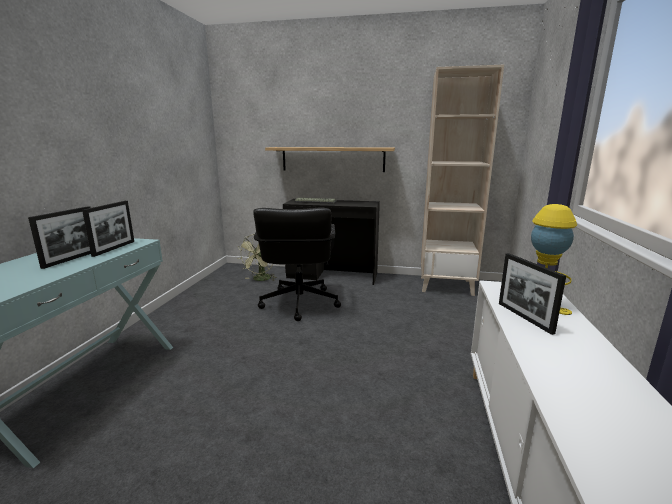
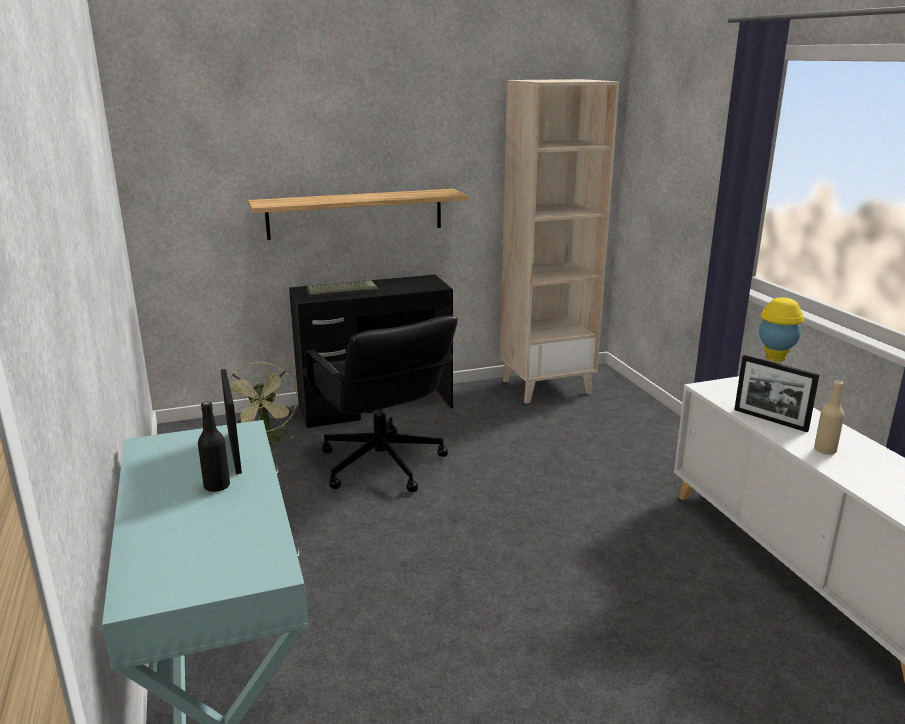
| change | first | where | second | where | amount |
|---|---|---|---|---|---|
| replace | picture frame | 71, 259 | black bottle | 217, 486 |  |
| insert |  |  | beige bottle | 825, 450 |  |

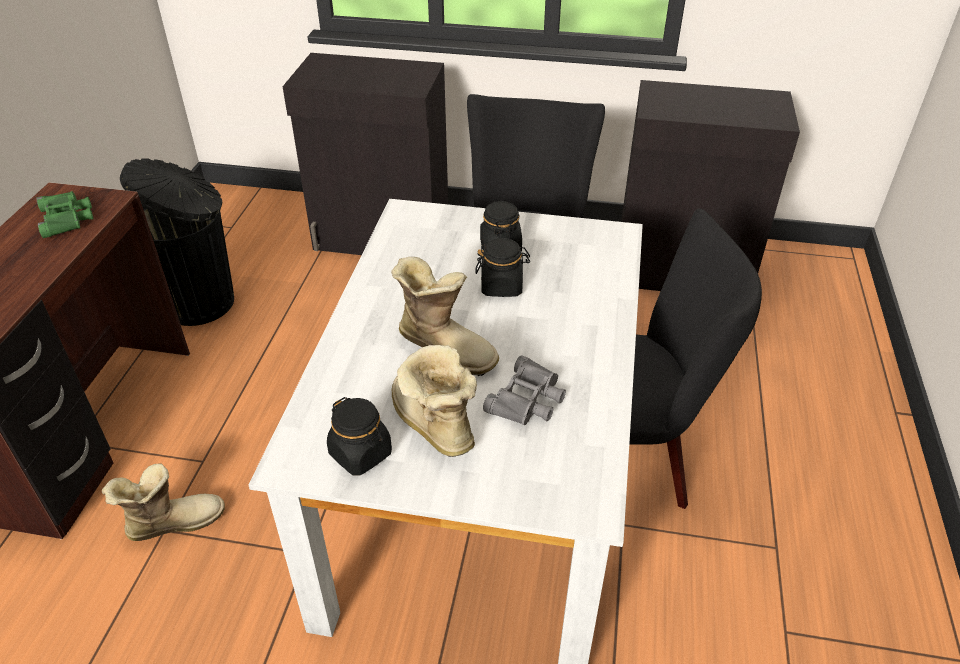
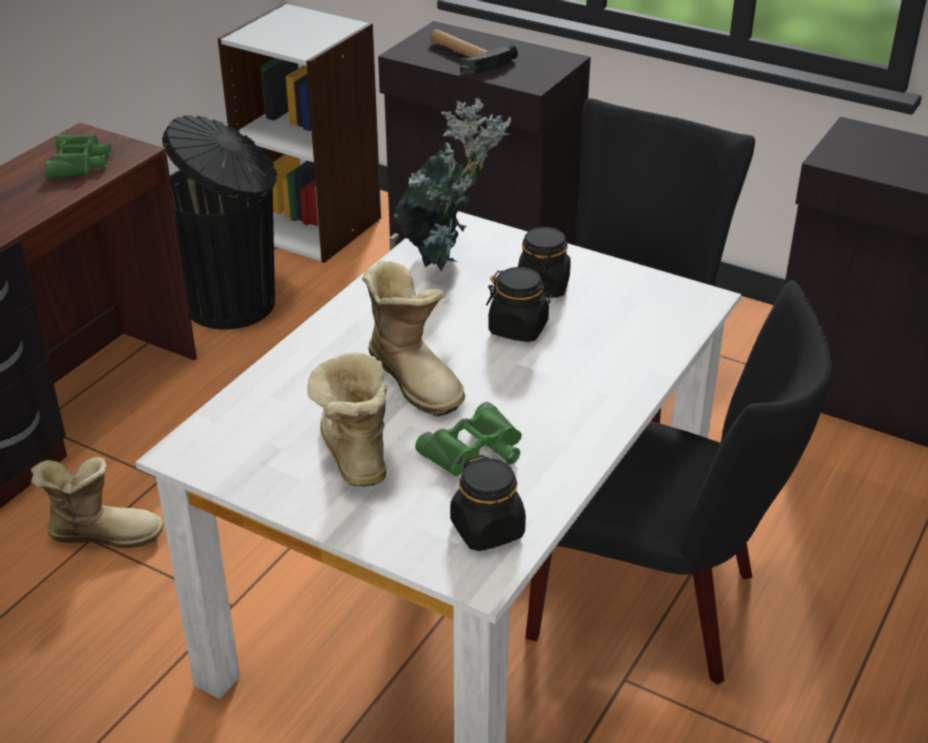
| change | first | where | second | where | amount |
|---|---|---|---|---|---|
| recolor | grey binoculars | 527, 399 | green binoculars | 475, 452 |  |
| move | black jar | 361, 454 |  | 487, 530 |  |
| insert |  |  | white bookcase | 312, 226 |  |
| insert |  |  | hammer | 464, 55 |  |
| insert |  |  | potted plant | 445, 260 |  |

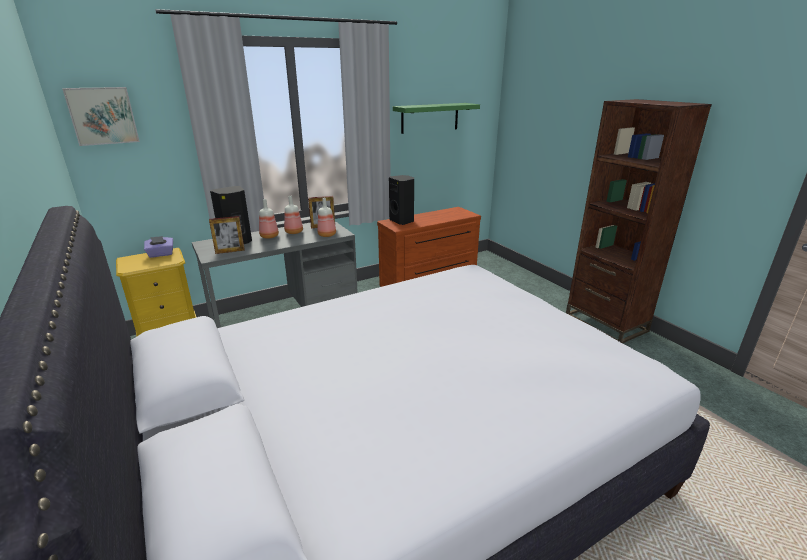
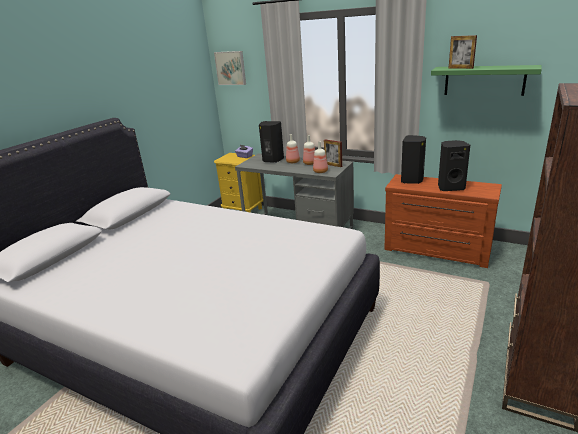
| change | first | where | second | where | amount |
|---|---|---|---|---|---|
| move | picture frame | 230, 251 |  | 460, 68 |  |
| insert |  |  | black speaker | 450, 187 |  |

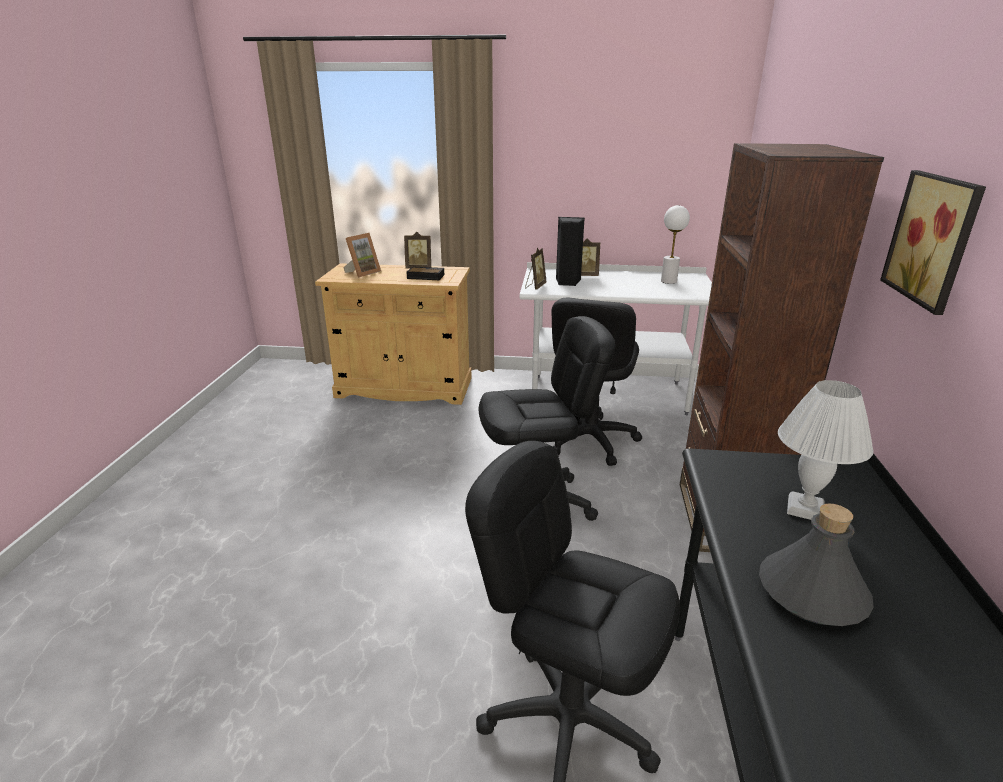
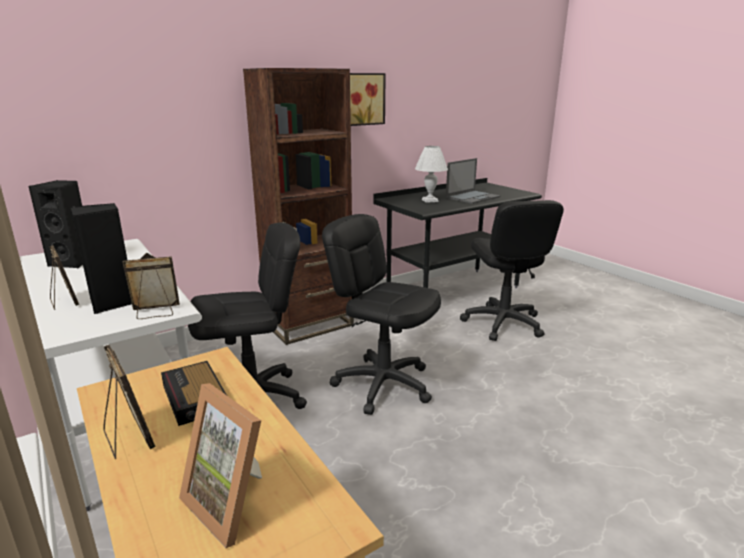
| change | first | where | second | where | amount |
|---|---|---|---|---|---|
| replace | white table lamp | 668, 281 | black speaker | 73, 262 |  |
| rotate | picture frame | 362, 273 |  | 234, 502 | 135 degrees counterclockwise |
| replace | grey bottle | 812, 594 | laptop | 473, 197 |  |

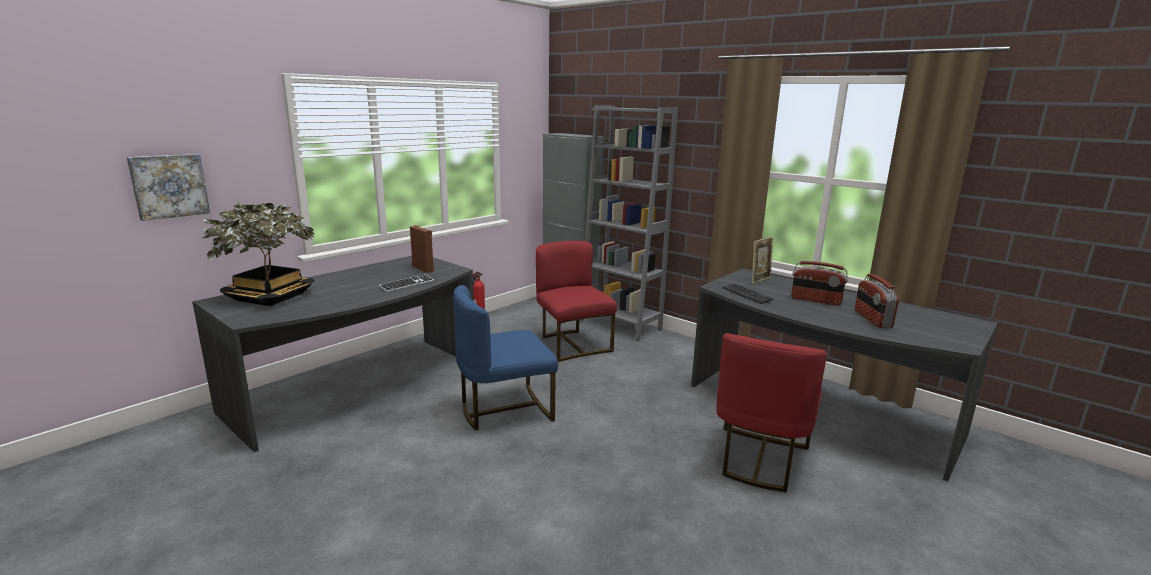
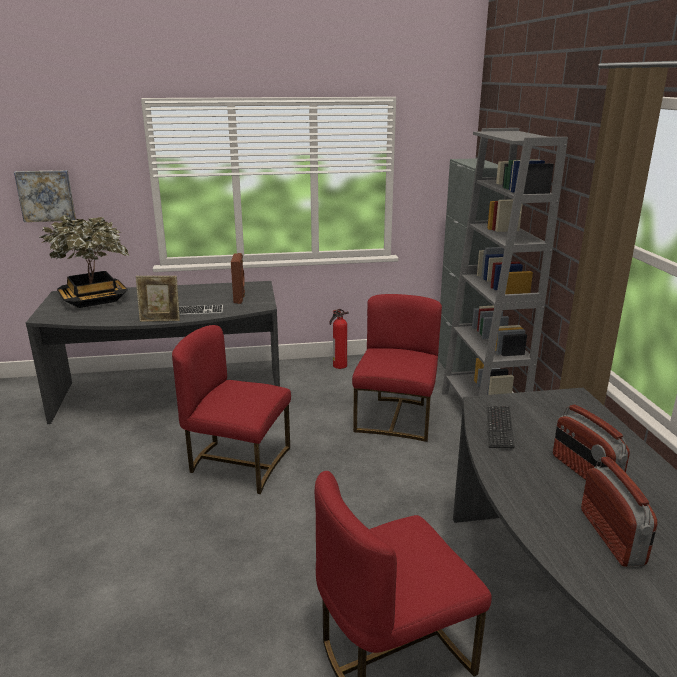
| change | first | where | second | where | amount |
|---|---|---|---|---|---|
| move | picture frame | 760, 280 |  | 160, 320 |  |
| rotate | radio | 872, 319 |  | 612, 536 | 135 degrees clockwise |
| recolor | blue chair | 505, 409 | red chair | 238, 463 |  |

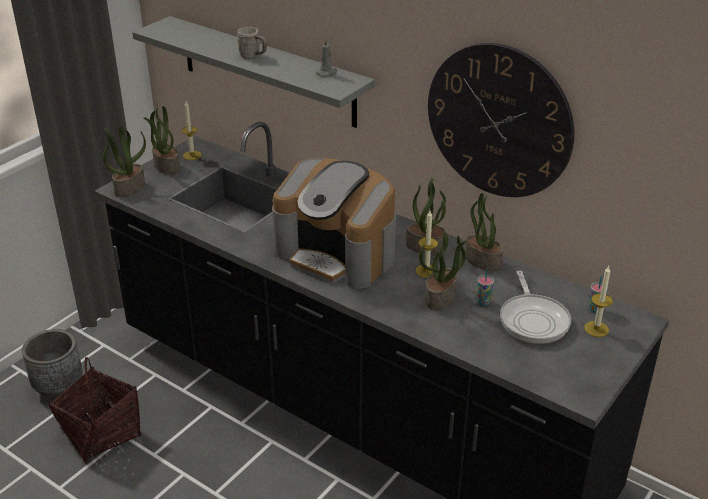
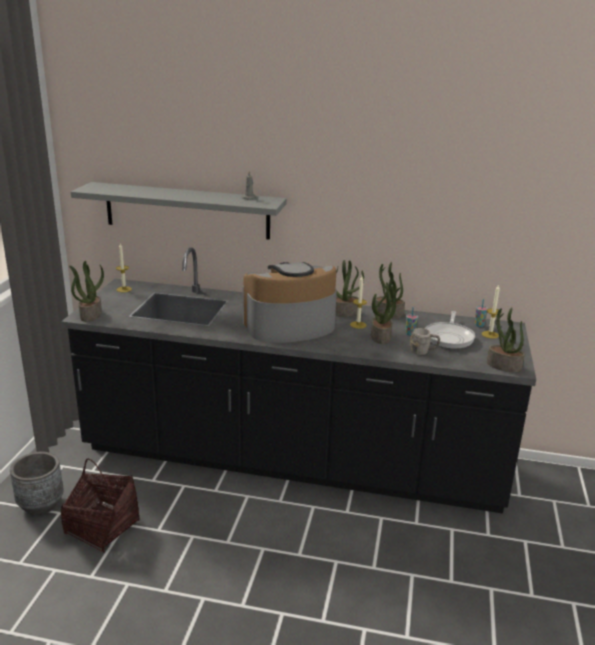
| change | first | where | second | where | amount |
|---|---|---|---|---|---|
| move | grey mug | 253, 56 |  | 423, 352 |  |
| delete | wall clock | 499, 121 |  |  |  |
| move | potted plant | 166, 166 |  | 503, 366 |  |
| rotate | coffee machine | 337, 254 |  | 289, 326 | 150 degrees clockwise |
| rotate | frying pan | 533, 320 |  | 449, 337 | 45 degrees clockwise |

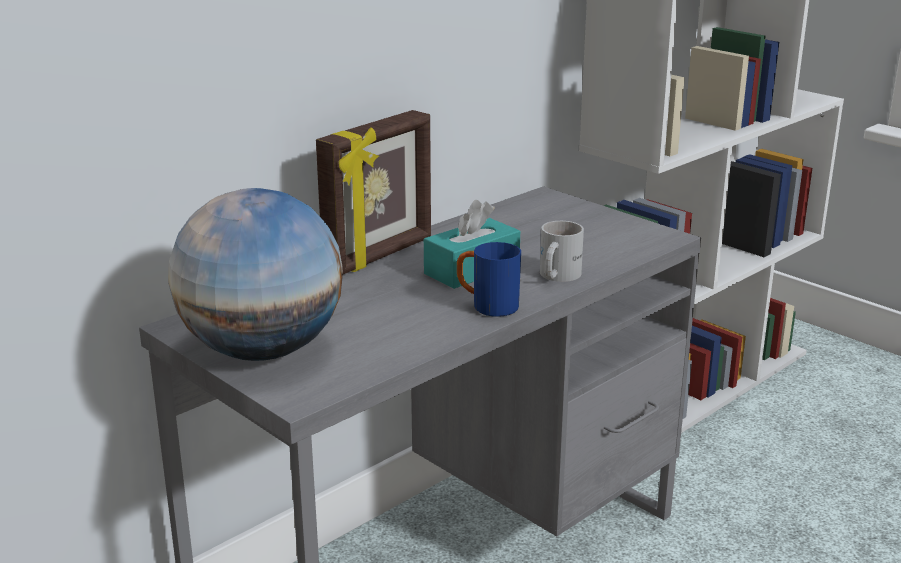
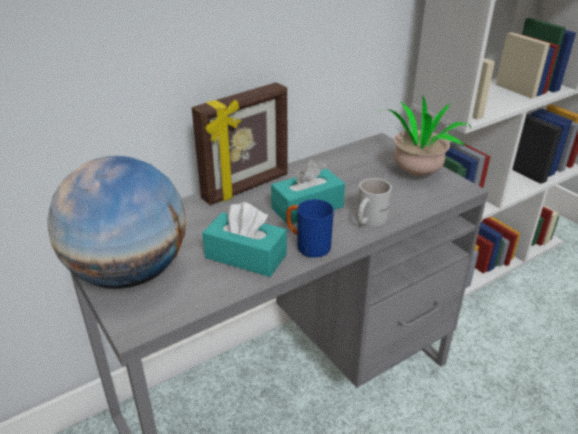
| change | first | where | second | where | amount |
|---|---|---|---|---|---|
| insert |  |  | potted plant | 414, 175 |  |
| insert |  |  | turquoise tissue box | 246, 256 |  |

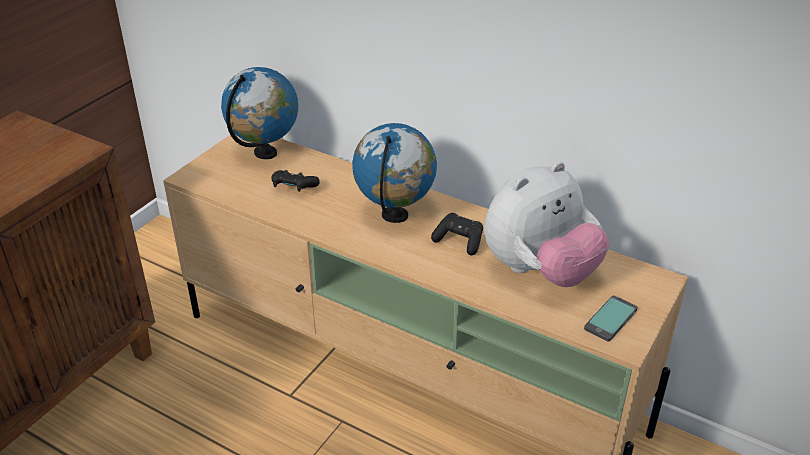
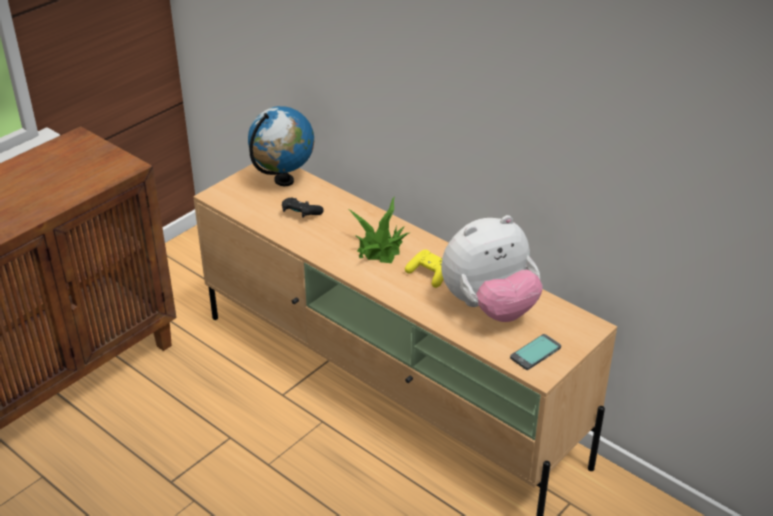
| change | first | where | second | where | amount |
|---|---|---|---|---|---|
| replace | globe | 395, 216 | potted plant | 380, 247 |  |
| recolor | black game controller | 459, 241 | yellow game controller | 429, 274 |  |

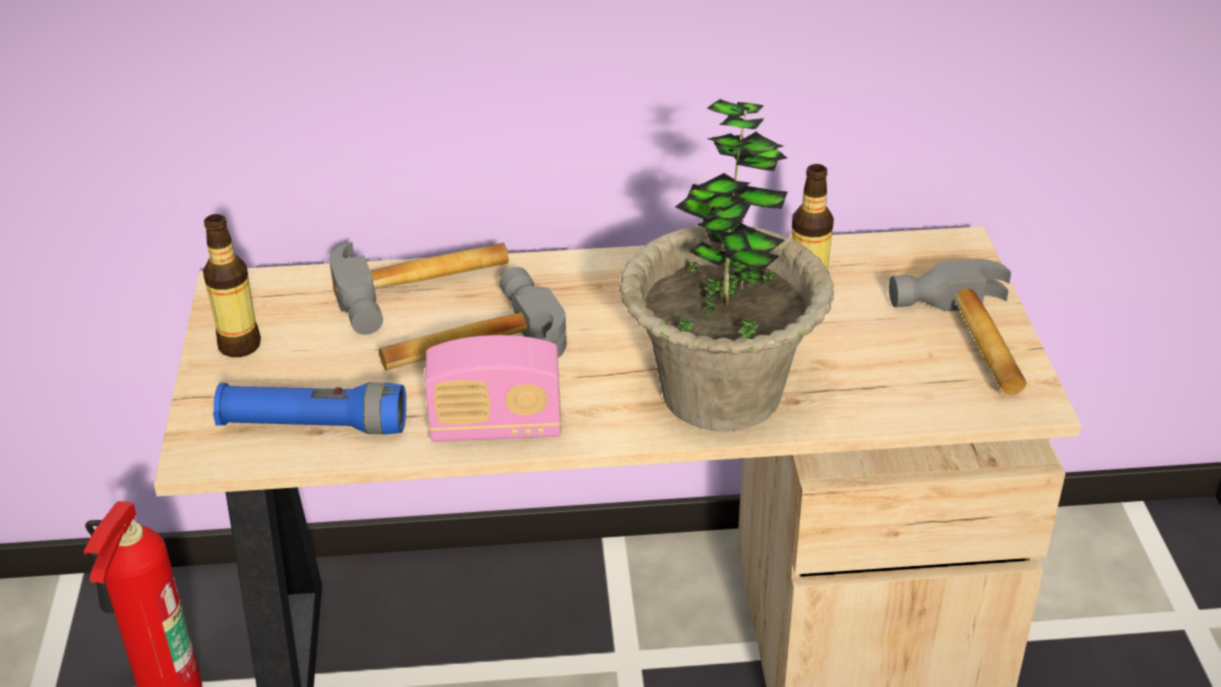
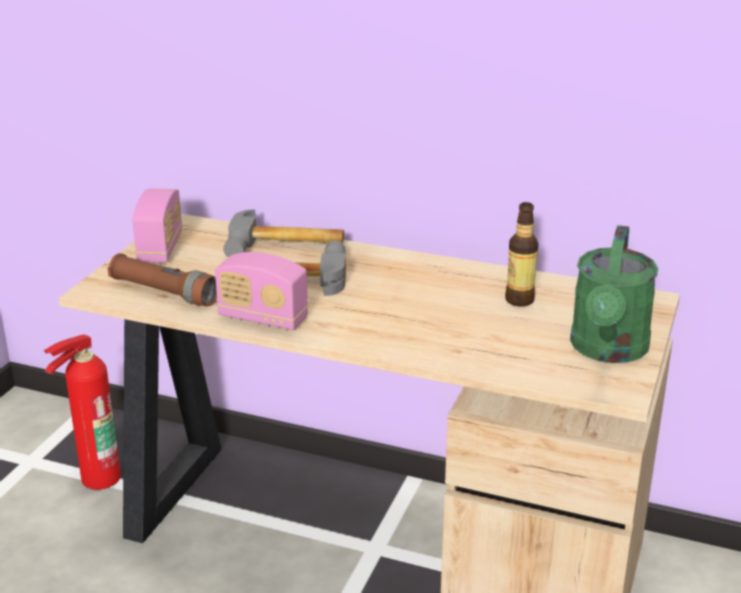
| change | first | where | second | where | amount |
|---|---|---|---|---|---|
| delete | potted plant | 722, 393 |  |  |  |
| replace | bottle | 239, 345 | radio | 160, 248 |  |
| replace | hammer | 969, 343 | green watering can | 608, 350 |  |
| recolor | blue flashlight | 314, 426 | brown flashlight | 164, 293 |  |

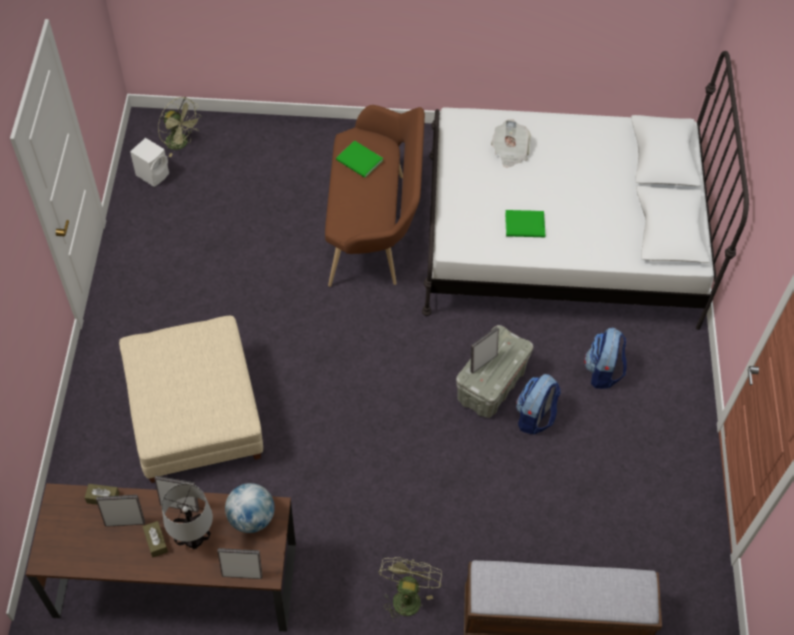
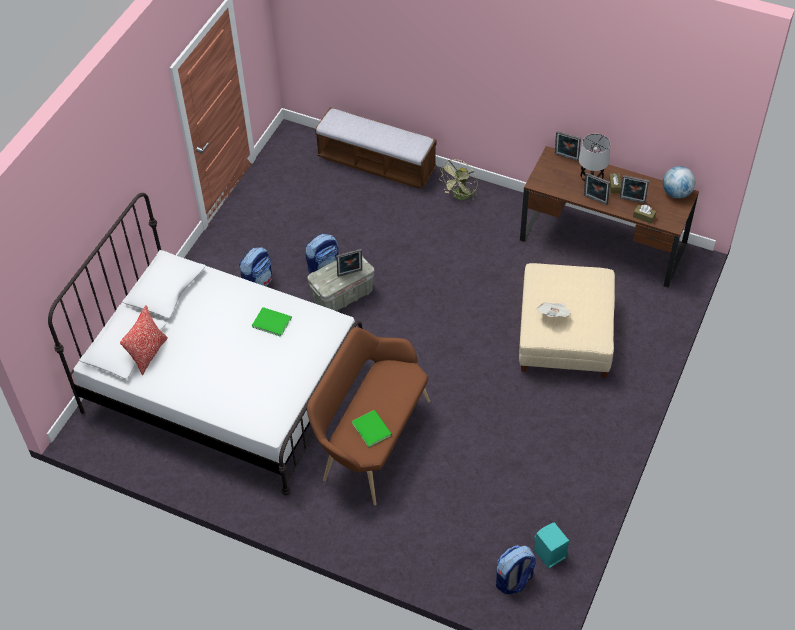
| change | first | where | second | where | amount |
|---|---|---|---|---|---|
| replace | green fan | 181, 143 | backpack | 514, 580 |  |
| move | newspaper | 510, 151 |  | 553, 315 |  |
| recolor | white speaker | 153, 174 | turquoise speaker | 548, 554 |  |
| move | globe | 251, 518 |  | 676, 193 |  |
| insert |  |  | pillow | 148, 354 |  |

